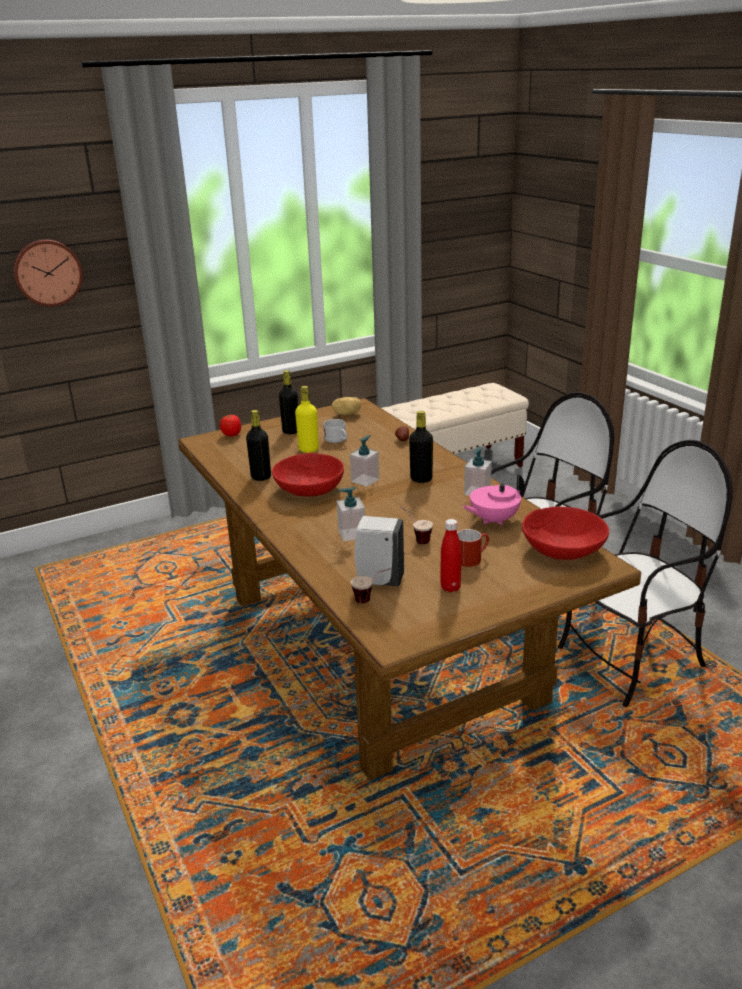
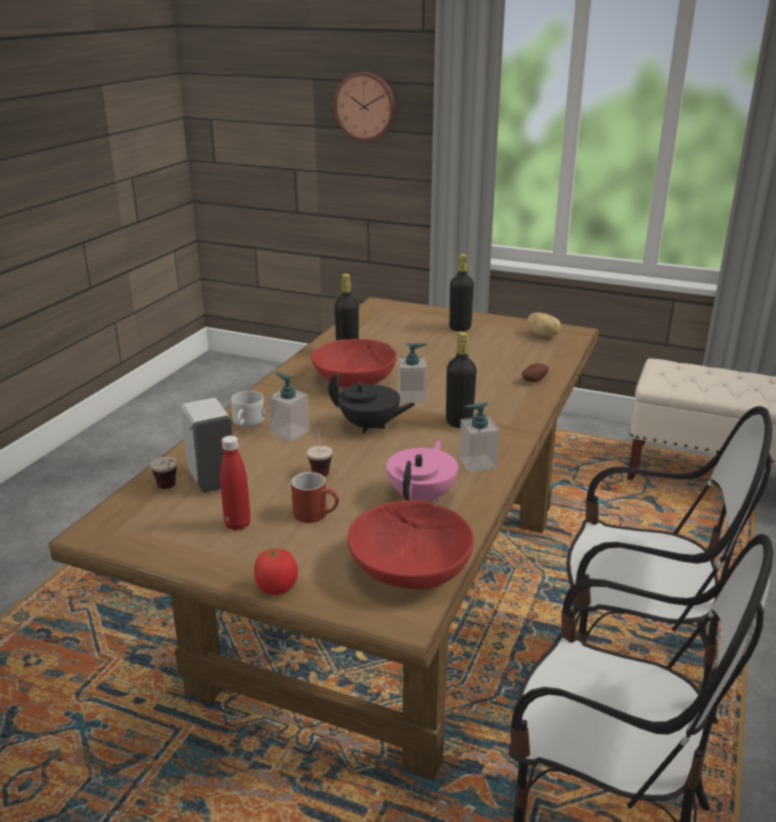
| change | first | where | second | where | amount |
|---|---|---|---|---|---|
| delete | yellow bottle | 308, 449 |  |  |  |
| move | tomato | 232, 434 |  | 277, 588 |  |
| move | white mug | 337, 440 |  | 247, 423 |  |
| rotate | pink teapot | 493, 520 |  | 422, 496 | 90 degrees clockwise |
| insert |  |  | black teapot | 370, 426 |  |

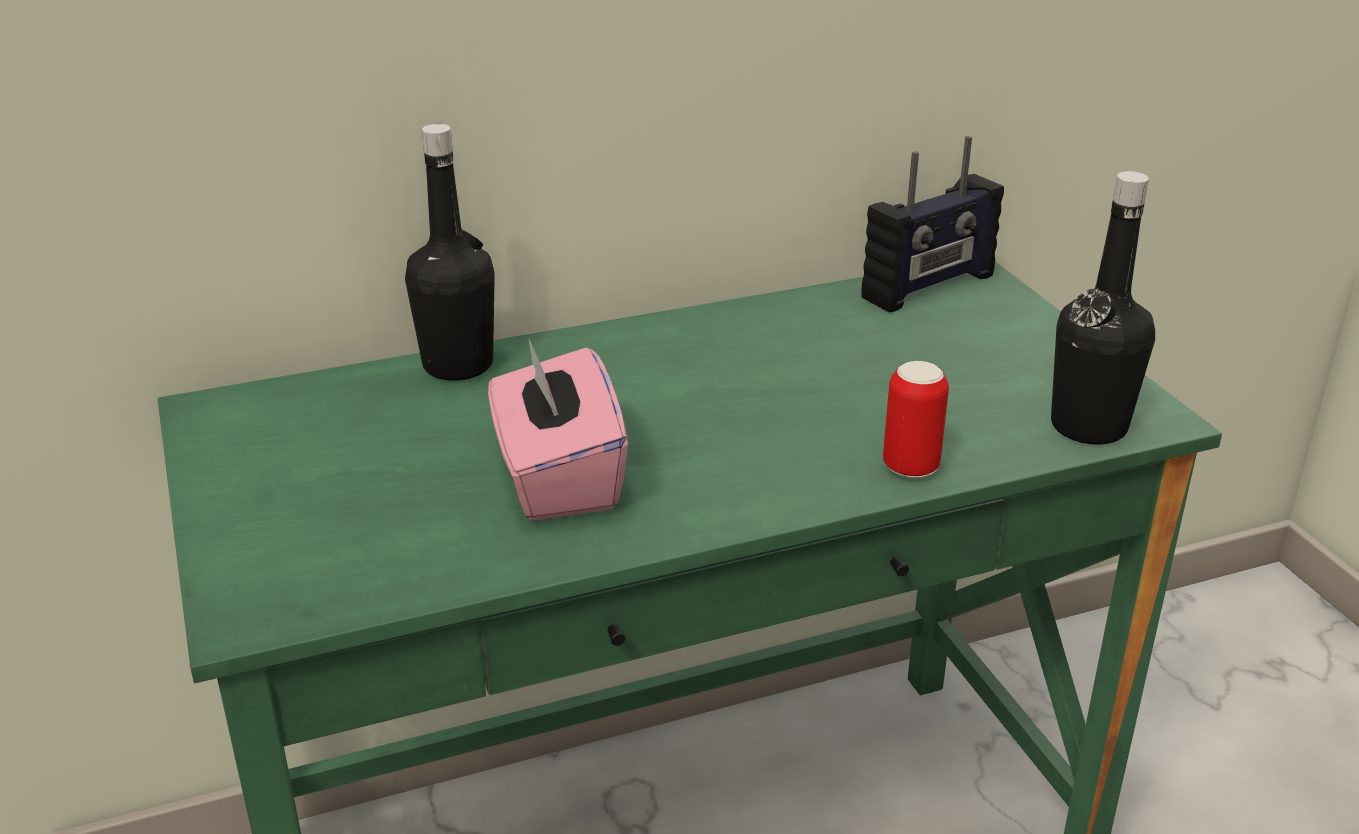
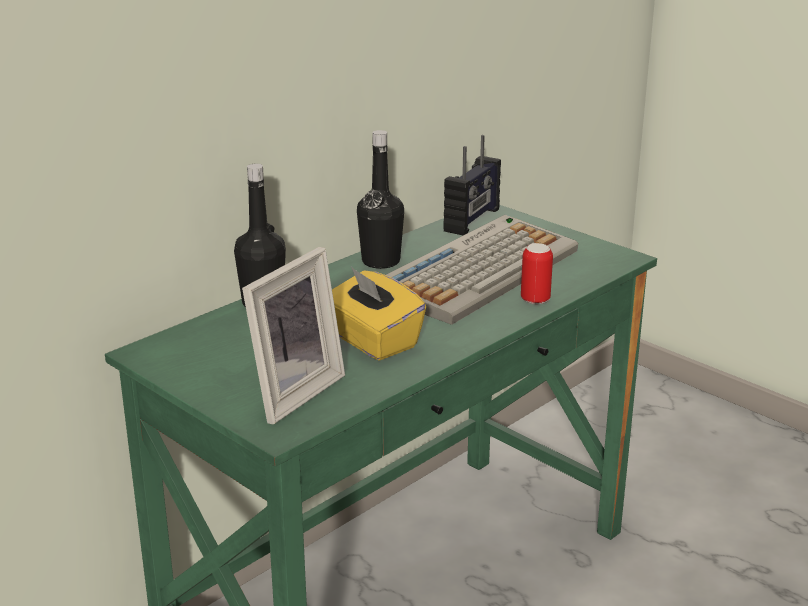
| change | first | where | second | where | amount |
|---|---|---|---|---|---|
| move | black bottle | 1088, 426 |  | 381, 261 |  |
| recolor | pink tissue box | 557, 478 | yellow tissue box | 372, 341 |  |
| insert |  |  | keyboard | 478, 271 |  |
| insert |  |  | picture frame | 290, 393 |  |

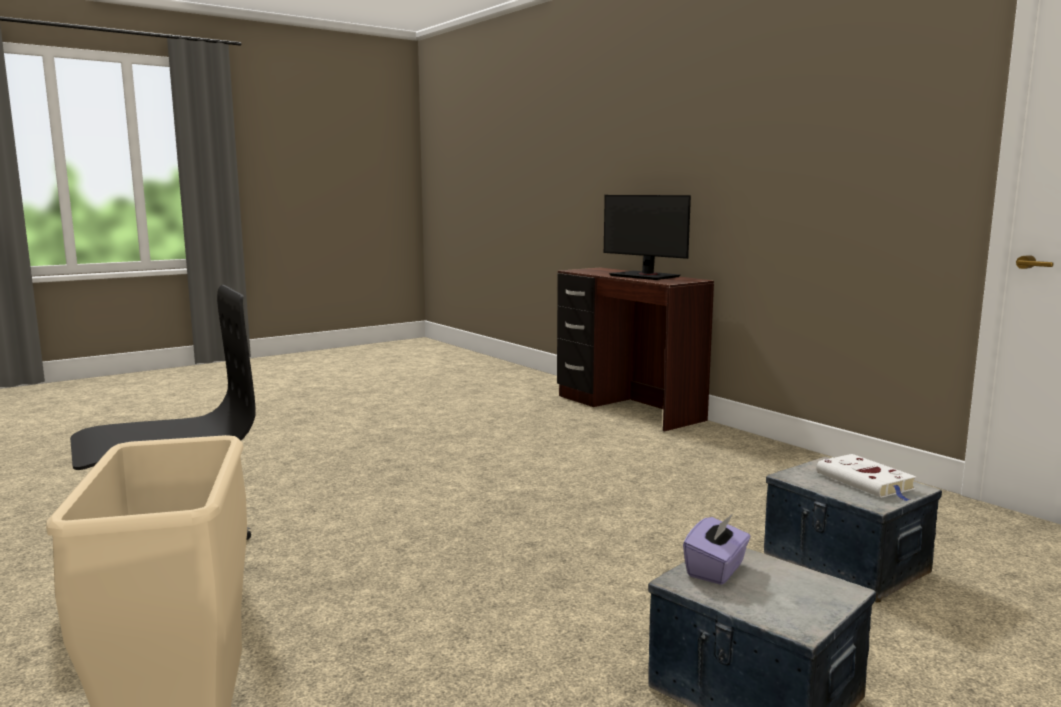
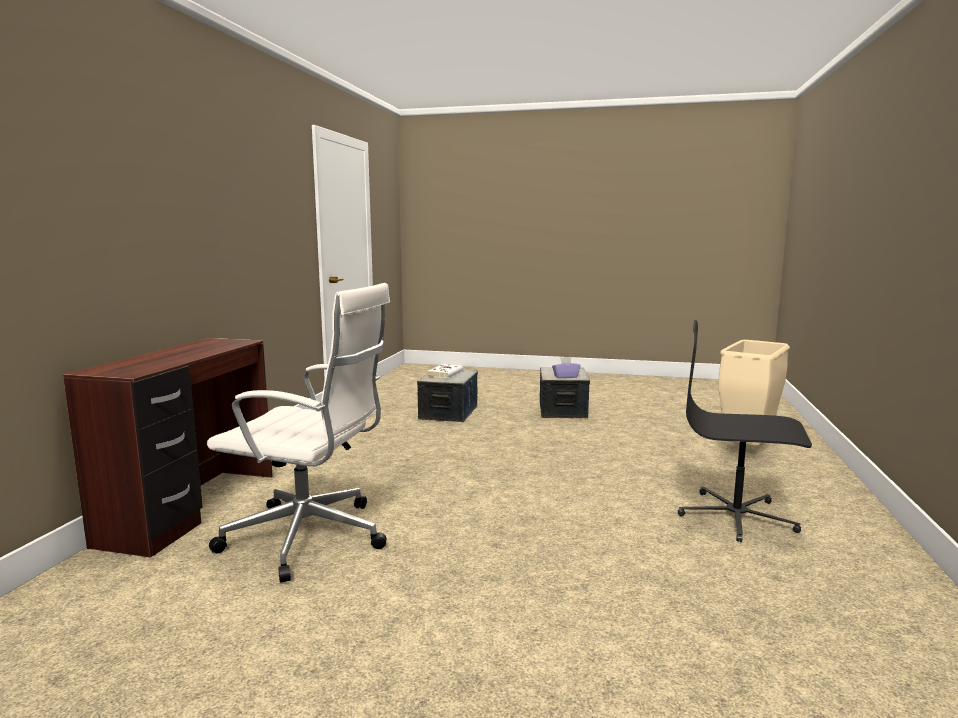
| change | first | where | second | where | amount |
|---|---|---|---|---|---|
| delete | monitor | 645, 276 |  |  |  |
| insert |  |  | white office chair | 310, 538 |  |

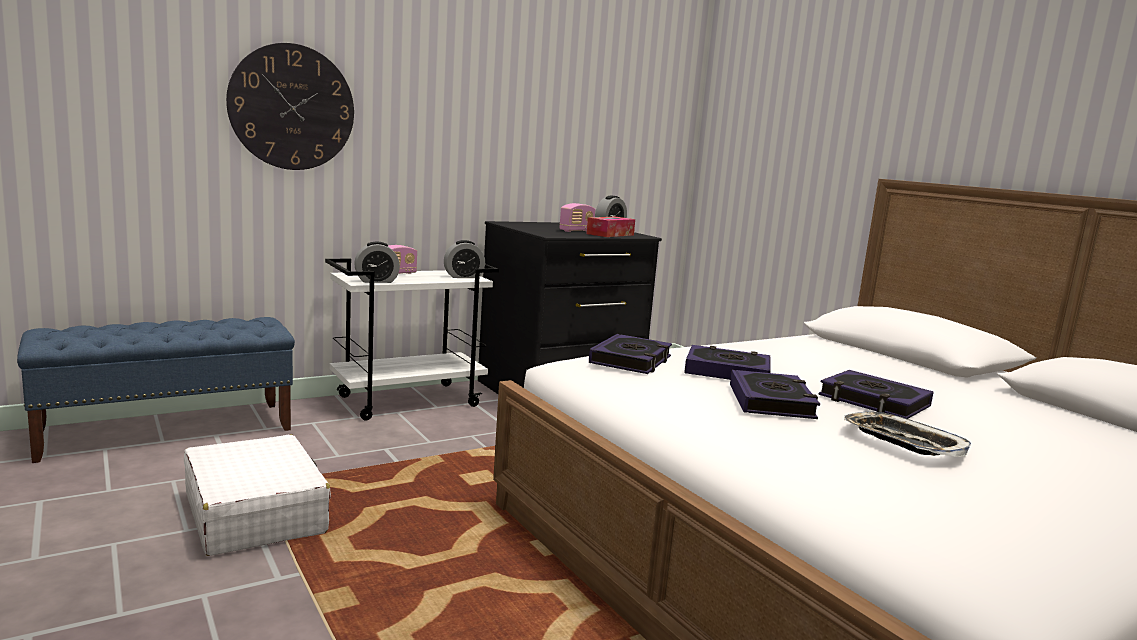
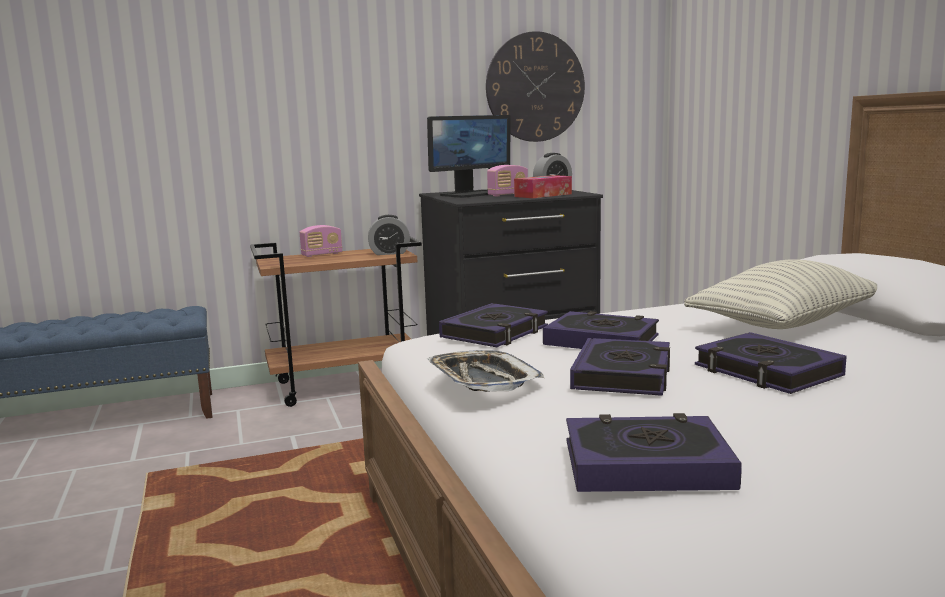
| change | first | where | second | where | amount |
|---|---|---|---|---|---|
| move | wall clock | 292, 107 |  | 535, 87 |  |
| delete | alarm clock | 376, 281 |  |  |  |
| recolor | white cart | 409, 401 | brown cart | 346, 385 |  |
| move | tray | 902, 442 |  | 482, 379 |  |
| delete | white suitcase | 255, 513 |  |  |  |
| insert |  |  | monitor | 473, 194 |  |
| insert |  |  | pillow | 786, 323 |  |
| insert |  |  | book | 646, 465 |  |

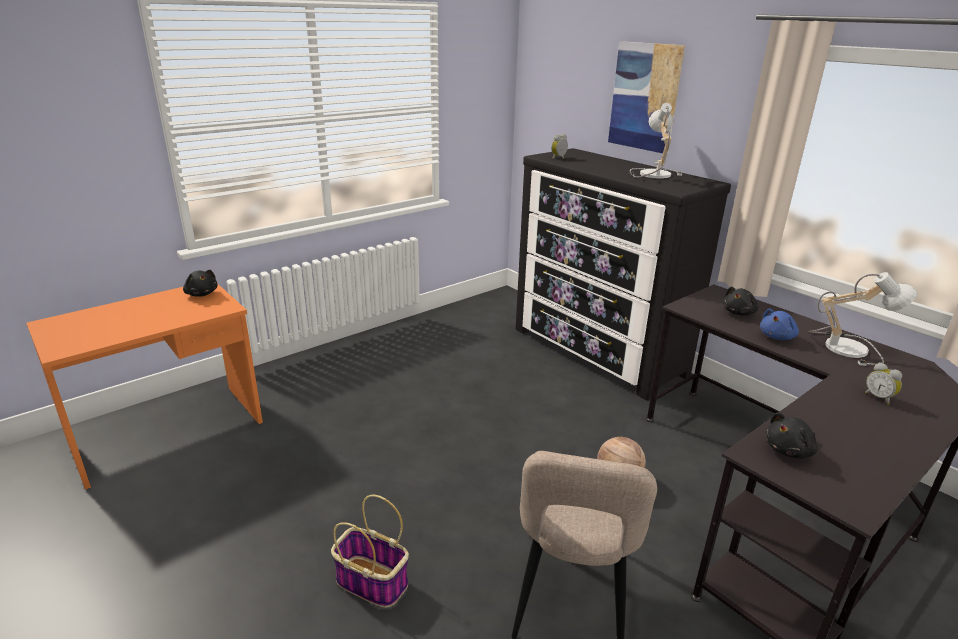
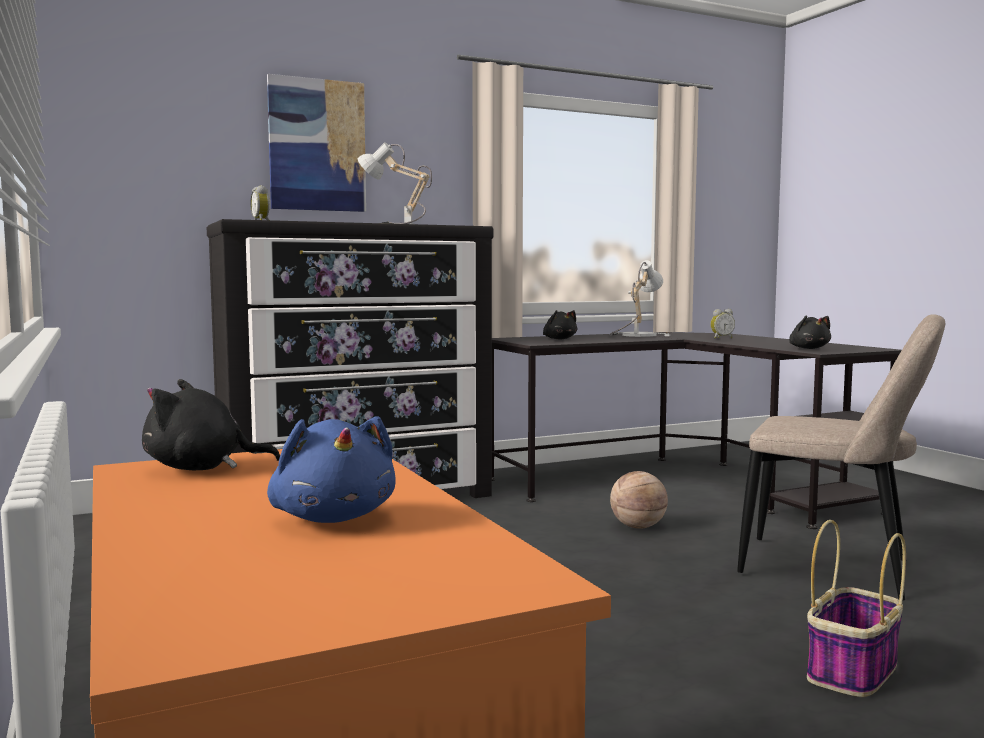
| change | first | where | second | where | amount |
|---|---|---|---|---|---|
| rotate | black plush toy | 201, 294 |  | 201, 468 | 150 degrees counterclockwise |
| move | blue plush toy | 777, 337 |  | 333, 517 |  |

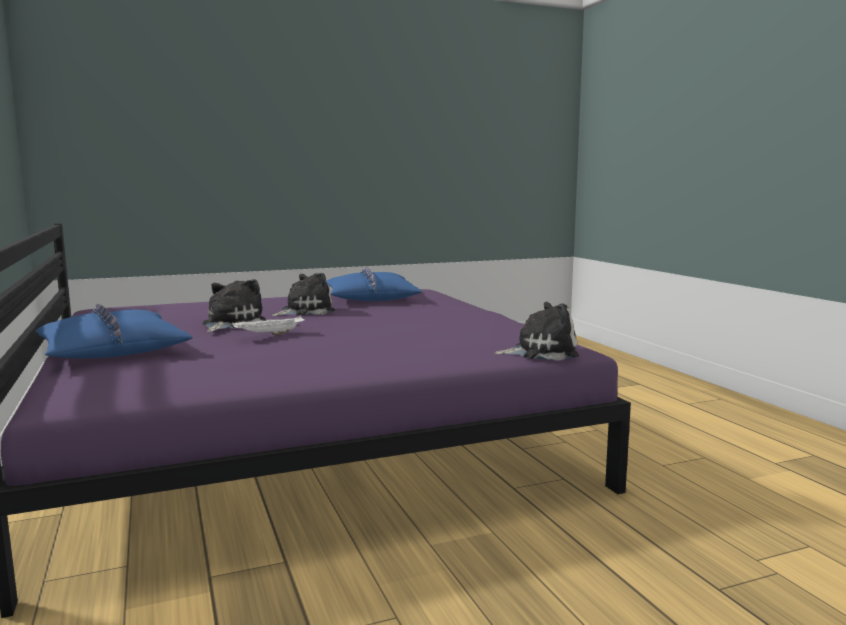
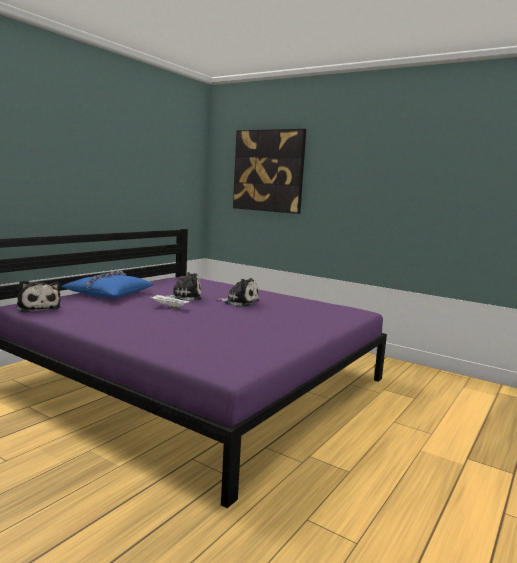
| change | first | where | second | where | amount |
|---|---|---|---|---|---|
| delete | blue pillow | 370, 298 |  |  |  |
| move | plush toy | 541, 352 |  | 38, 308 |  |
| insert |  |  | picture | 268, 171 |  |

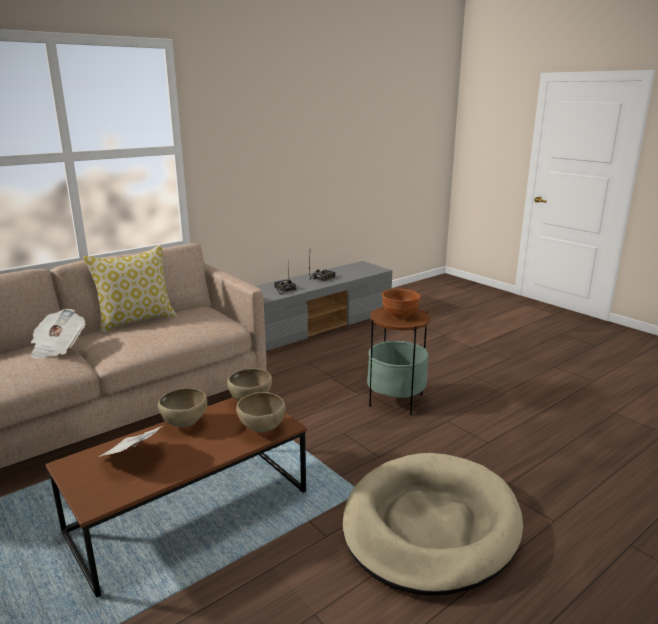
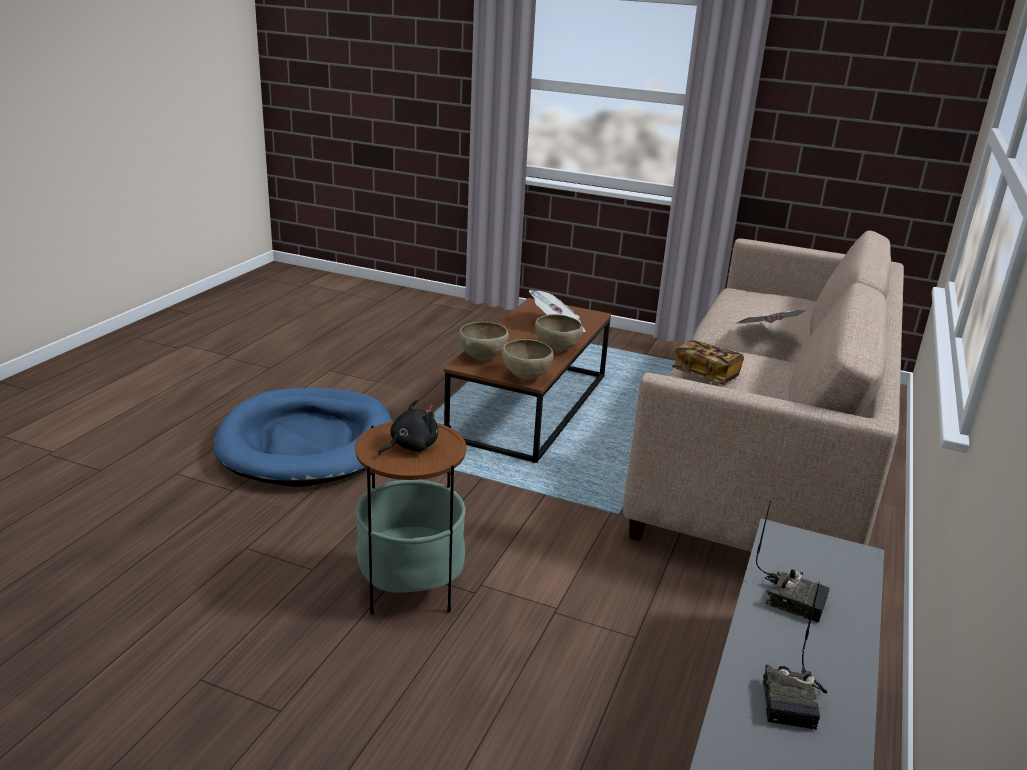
| change | first | where | second | where | amount |
|---|---|---|---|---|---|
| delete | pillow | 136, 321 |  |  |  |
| replace | brown bowl | 400, 316 | black plush toy | 410, 446 |  |
| recolor | beige dog bed | 430, 526 | blue dog bed | 307, 442 |  |
| insert |  |  | book | 705, 375 |  |

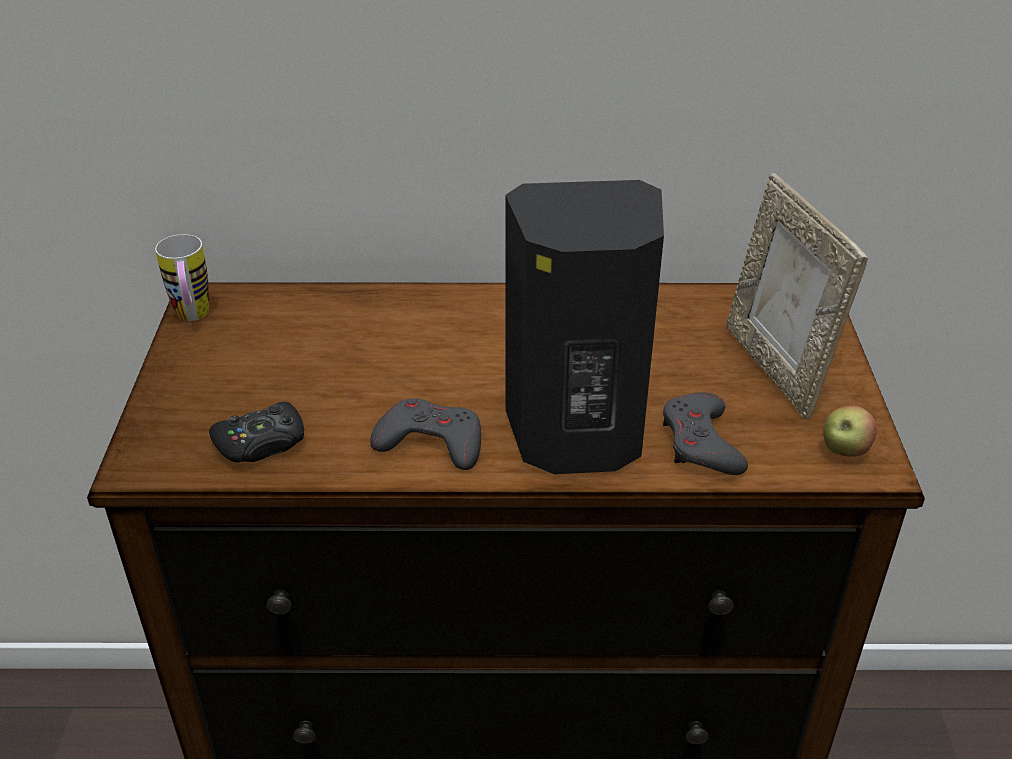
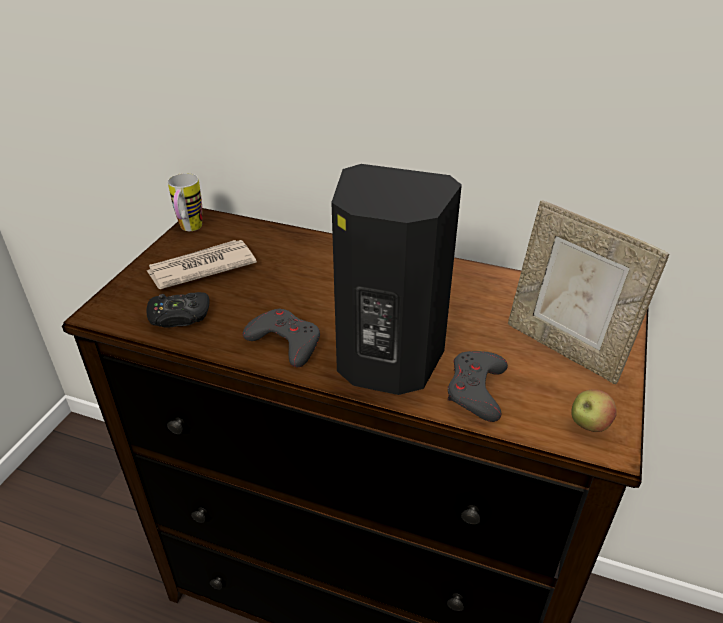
| change | first | where | second | where | amount |
|---|---|---|---|---|---|
| rotate | picture frame | 775, 368 |  | 564, 348 | 45 degrees counterclockwise |
| insert |  |  | newspaper | 200, 268 |  |

